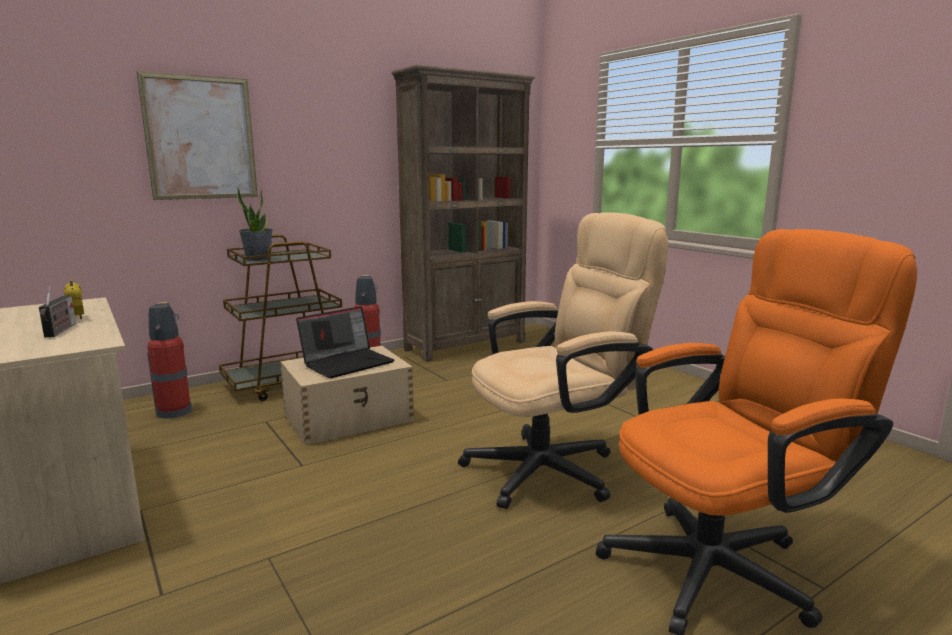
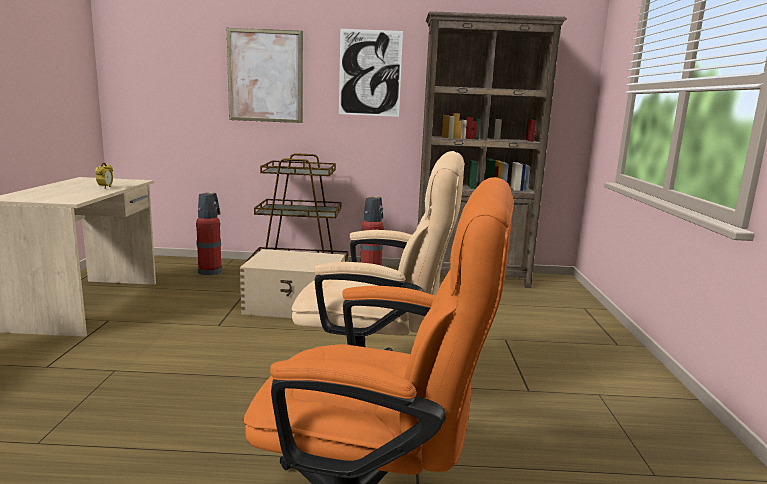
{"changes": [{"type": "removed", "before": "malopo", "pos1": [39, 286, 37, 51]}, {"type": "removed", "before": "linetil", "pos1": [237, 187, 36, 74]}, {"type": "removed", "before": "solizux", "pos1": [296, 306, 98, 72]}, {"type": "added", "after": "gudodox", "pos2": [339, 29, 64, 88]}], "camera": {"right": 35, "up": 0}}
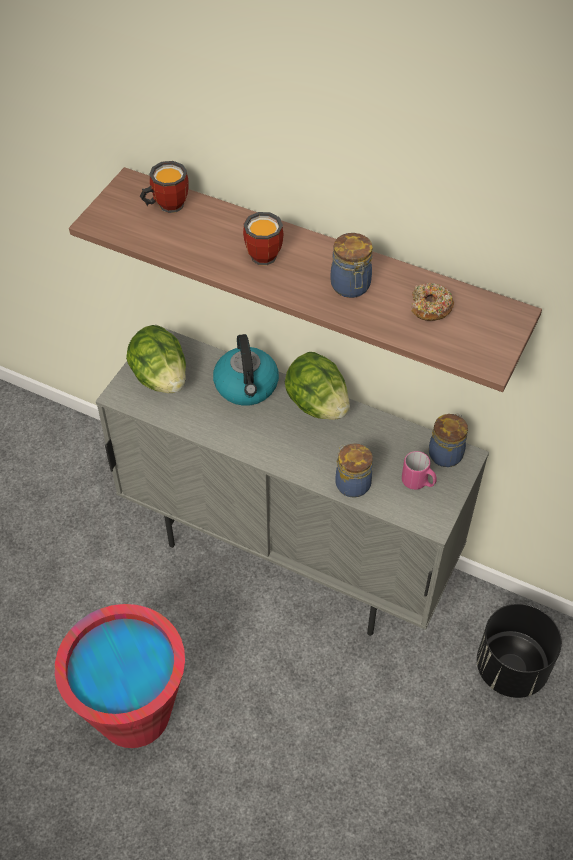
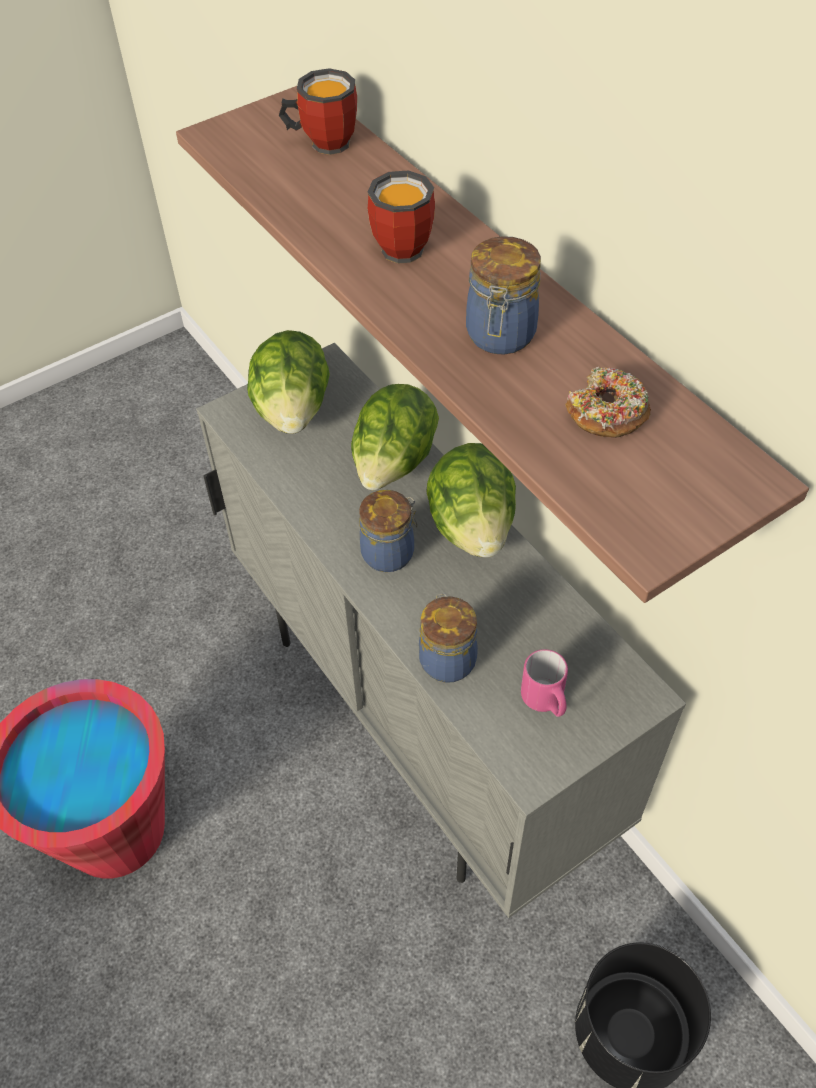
{"changes": [{"type": "moved", "before": "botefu", "pos1": [429, 414, 39, 53], "pos2": [359, 490, 58, 82]}, {"type": "replaced", "before": "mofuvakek", "after": "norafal", "pos1": [213, 334, 66, 72], "pos2": [351, 384, 88, 106]}], "camera": {"right": 30, "up": 0}}
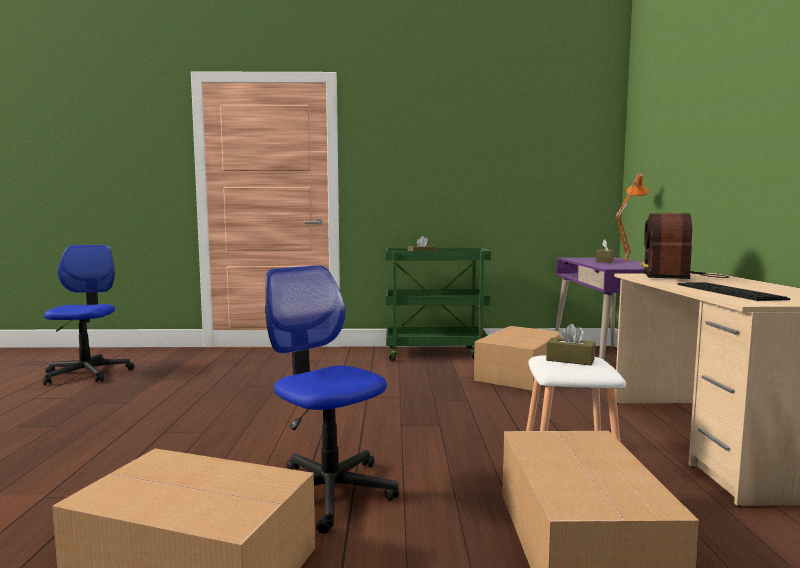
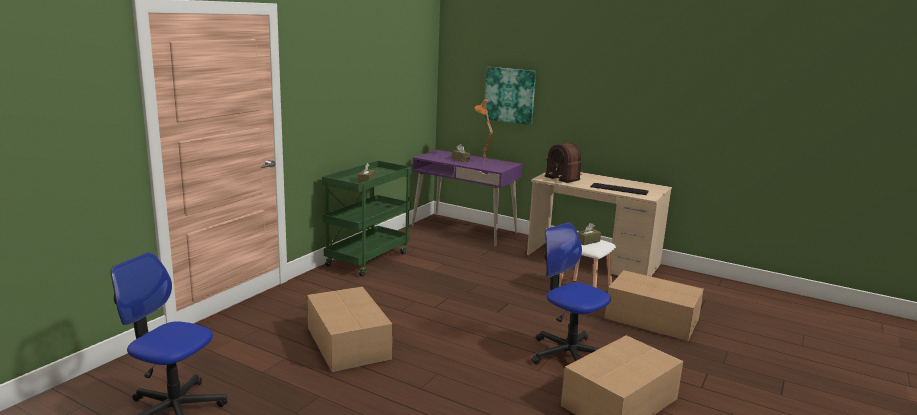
{"changes": [{"type": "added", "after": "gudodox", "pos2": [484, 67, 52, 58]}, {"type": "moved", "before": "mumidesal", "pos1": [474, 326, 88, 65], "pos2": [307, 287, 85, 85]}, {"type": "turned", "before": "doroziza", "pos1": [265, 265, 134, 269], "pos2": [531, 222, 80, 143], "turn": 60}], "camera": {"right": -60, "up": 10}}
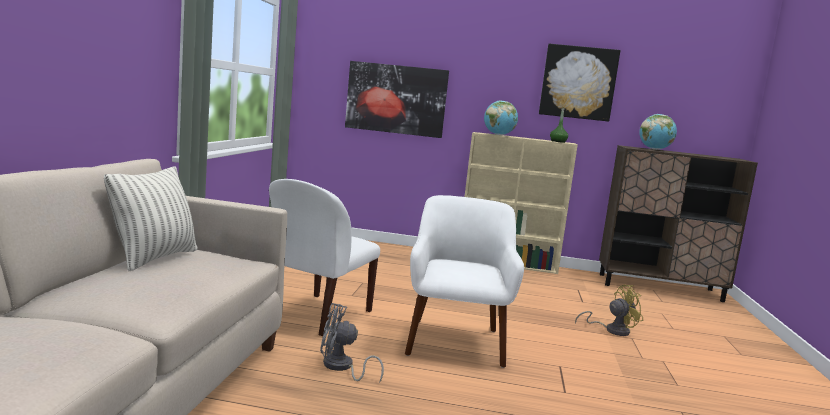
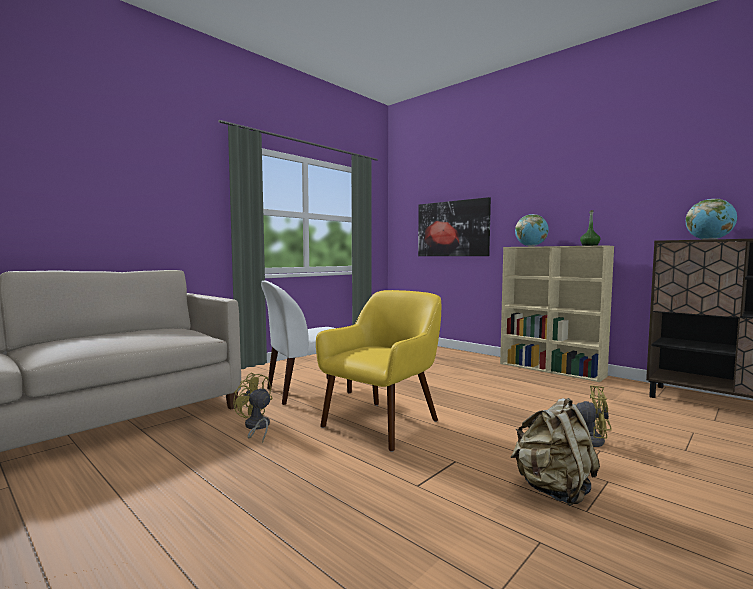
{"changes": [{"type": "removed", "before": "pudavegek", "pos1": [104, 167, 94, 104]}, {"type": "removed", "before": "gudodox", "pos1": [539, 44, 81, 78]}, {"type": "added", "after": "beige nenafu", "pos2": [510, 398, 90, 108]}, {"type": "recoloured", "before": "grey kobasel", "after": "yellow kobasel", "pos1": [320, 303, 64, 79], "pos2": [233, 373, 39, 70]}, {"type": "recoloured", "before": "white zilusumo", "after": "yellow zilusumo", "pos1": [405, 195, 119, 173], "pos2": [316, 290, 125, 162]}], "camera": {"right": 35, "up": -5}}
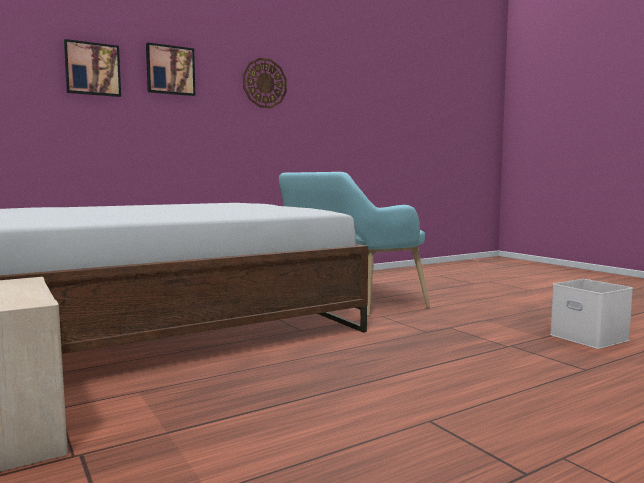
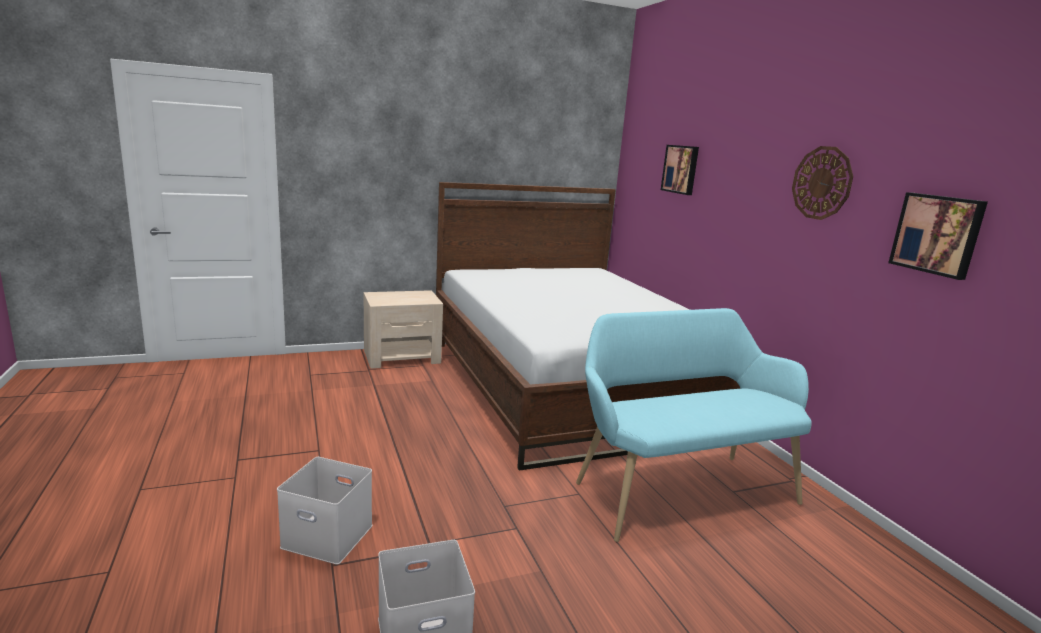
{"changes": [{"type": "added", "after": "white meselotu", "pos2": [277, 457, 96, 107]}, {"type": "moved", "before": "gudodox", "pos1": [146, 42, 49, 54], "pos2": [888, 192, 100, 88]}], "camera": {"right": 100, "up": 10}}
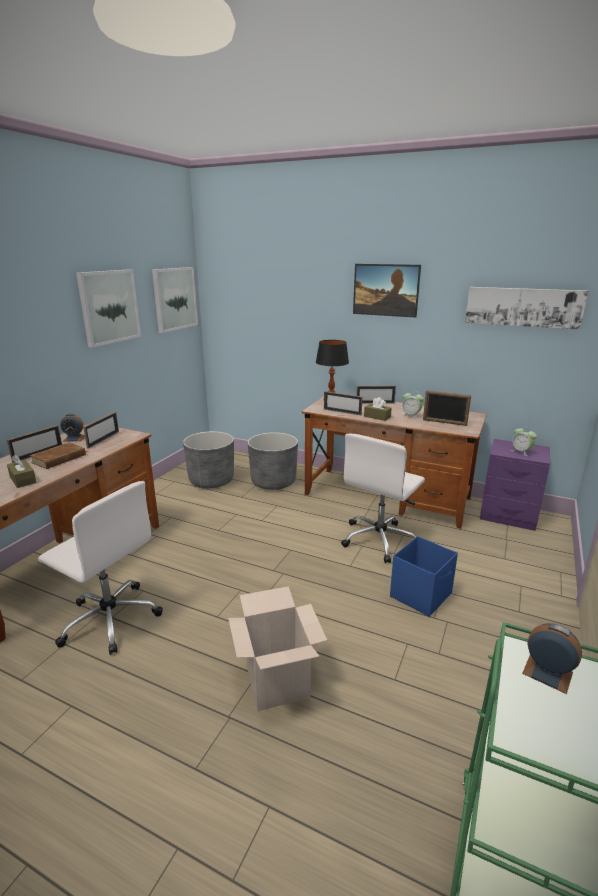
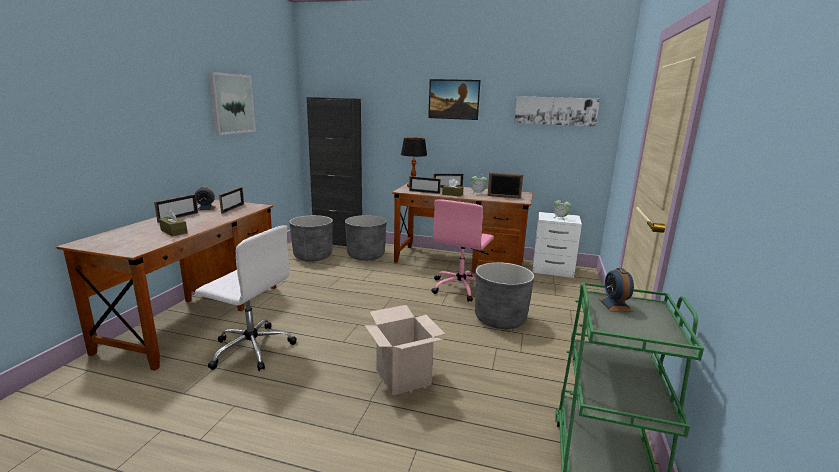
{"changes": [{"type": "removed", "before": "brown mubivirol", "pos1": [29, 442, 60, 27]}, {"type": "removed", "before": "gudodox", "pos1": [152, 267, 46, 66]}, {"type": "added", "after": "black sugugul", "pos2": [307, 97, 55, 149]}, {"type": "replaced", "before": "blue meselotu", "after": "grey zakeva", "pos1": [390, 536, 68, 81], "pos2": [475, 262, 59, 67]}, {"type": "recoloured", "before": "white doroziza", "after": "pink doroziza", "pos1": [341, 434, 84, 129], "pos2": [432, 199, 62, 103]}, {"type": "recoloured", "before": "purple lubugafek", "after": "white lubugafek", "pos1": [480, 439, 70, 92], "pos2": [532, 212, 50, 66]}, {"type": "turned", "before": "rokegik", "pos1": [522, 623, 60, 71], "pos2": [599, 268, 35, 44], "turn": -120}], "camera": {"right": -10, "up": -5}}
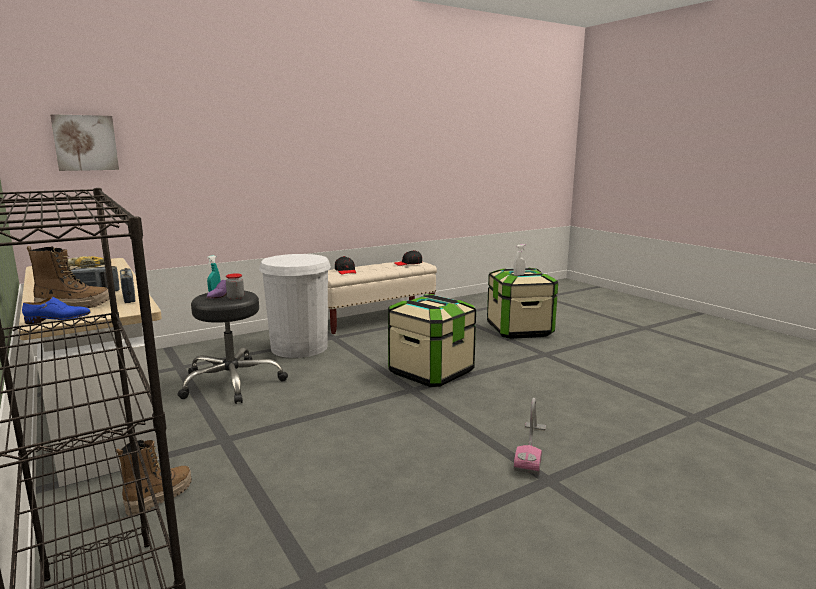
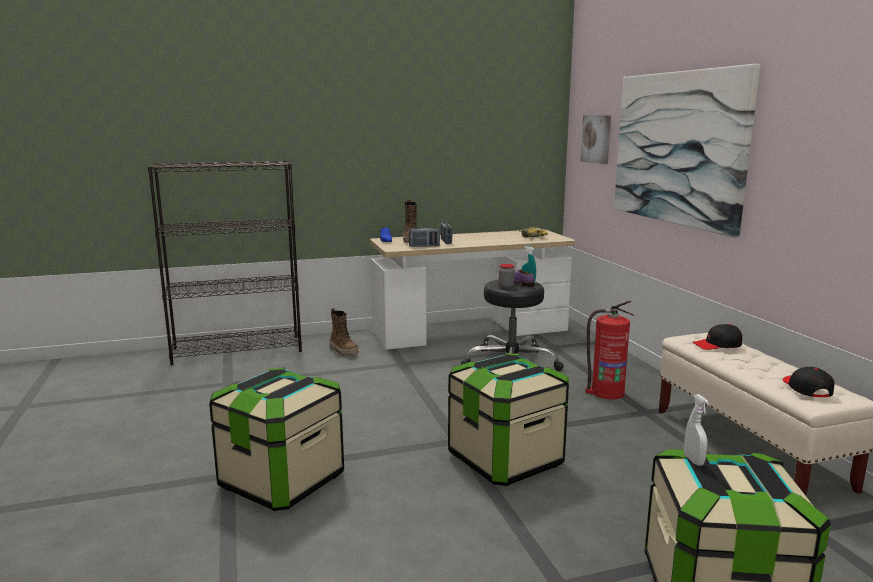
{"changes": [{"type": "added", "after": "gudodox", "pos2": [614, 64, 146, 174]}, {"type": "replaced", "before": "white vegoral", "after": "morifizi", "pos1": [259, 254, 72, 104], "pos2": [585, 300, 49, 99]}, {"type": "replaced", "before": "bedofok", "after": "meselotu", "pos1": [514, 398, 32, 77], "pos2": [209, 368, 135, 143]}], "camera": {"right": 105, "up": 0}}
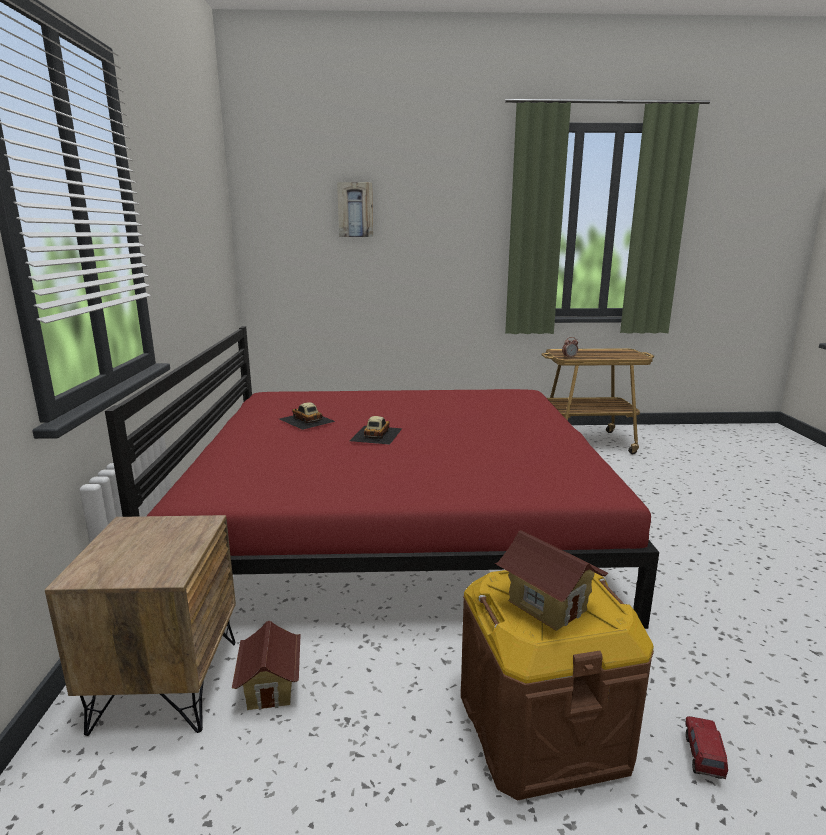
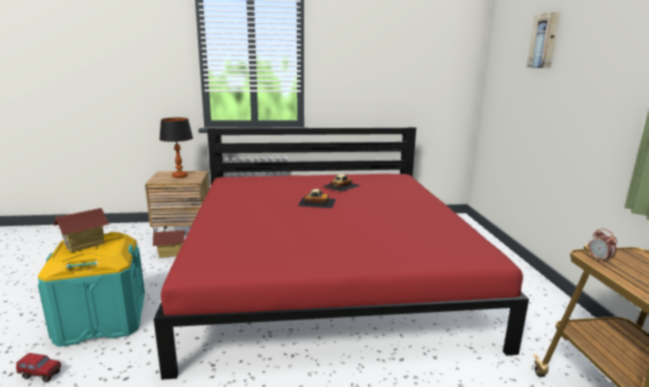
{"changes": [{"type": "added", "after": "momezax", "pos2": [159, 118, 34, 60]}, {"type": "recoloured", "before": "brown meselotu", "after": "turquoise meselotu", "pos1": [461, 570, 193, 230], "pos2": [38, 232, 107, 115]}], "camera": {"right": 85, "up": 0}}
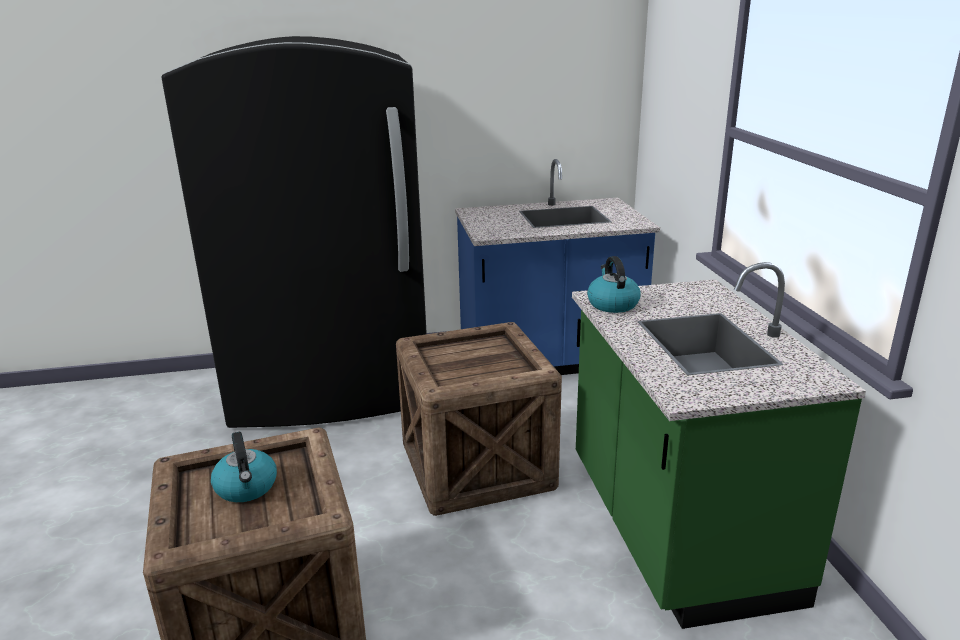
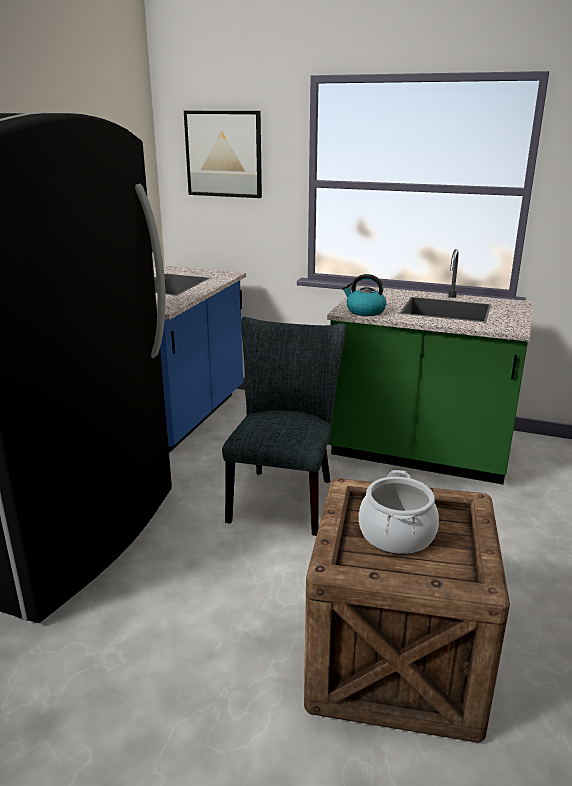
{"changes": [{"type": "added", "after": "gudodox", "pos2": [184, 111, 78, 87]}, {"type": "replaced", "before": "mofuvakek", "after": "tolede", "pos1": [211, 432, 66, 70], "pos2": [359, 470, 80, 85]}, {"type": "replaced", "before": "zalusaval", "after": "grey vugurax", "pos1": [396, 322, 166, 194], "pos2": [222, 317, 124, 219]}], "camera": {"right": -60, "up": 0}}
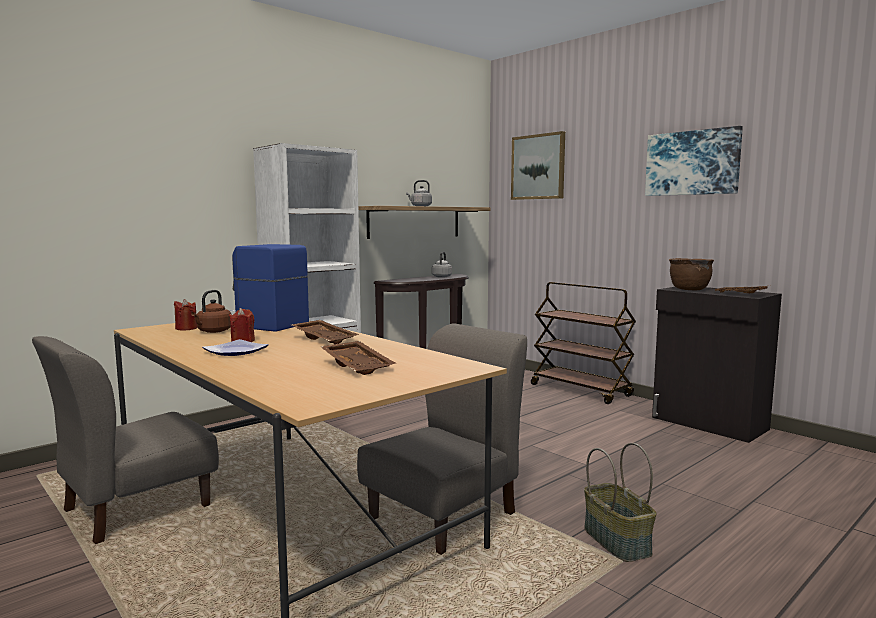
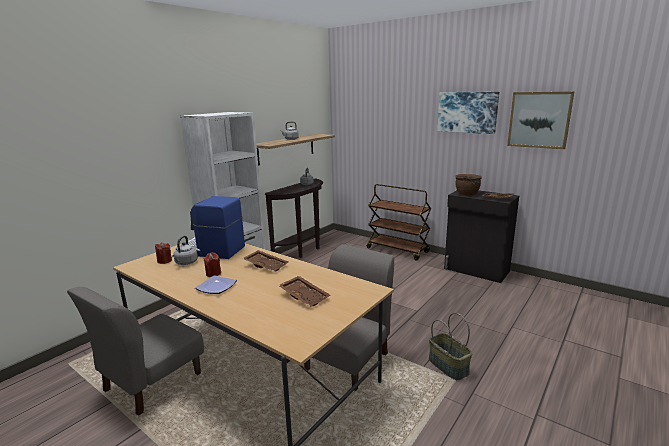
{"changes": [{"type": "moved", "before": "gudodox", "pos1": [511, 131, 54, 69], "pos2": [507, 91, 68, 58]}, {"type": "recoloured", "before": "brown mofuvakek", "after": "grey mofuvakek", "pos1": [191, 290, 41, 43], "pos2": [172, 236, 26, 29]}], "camera": {"right": -10, "up": 10}}
